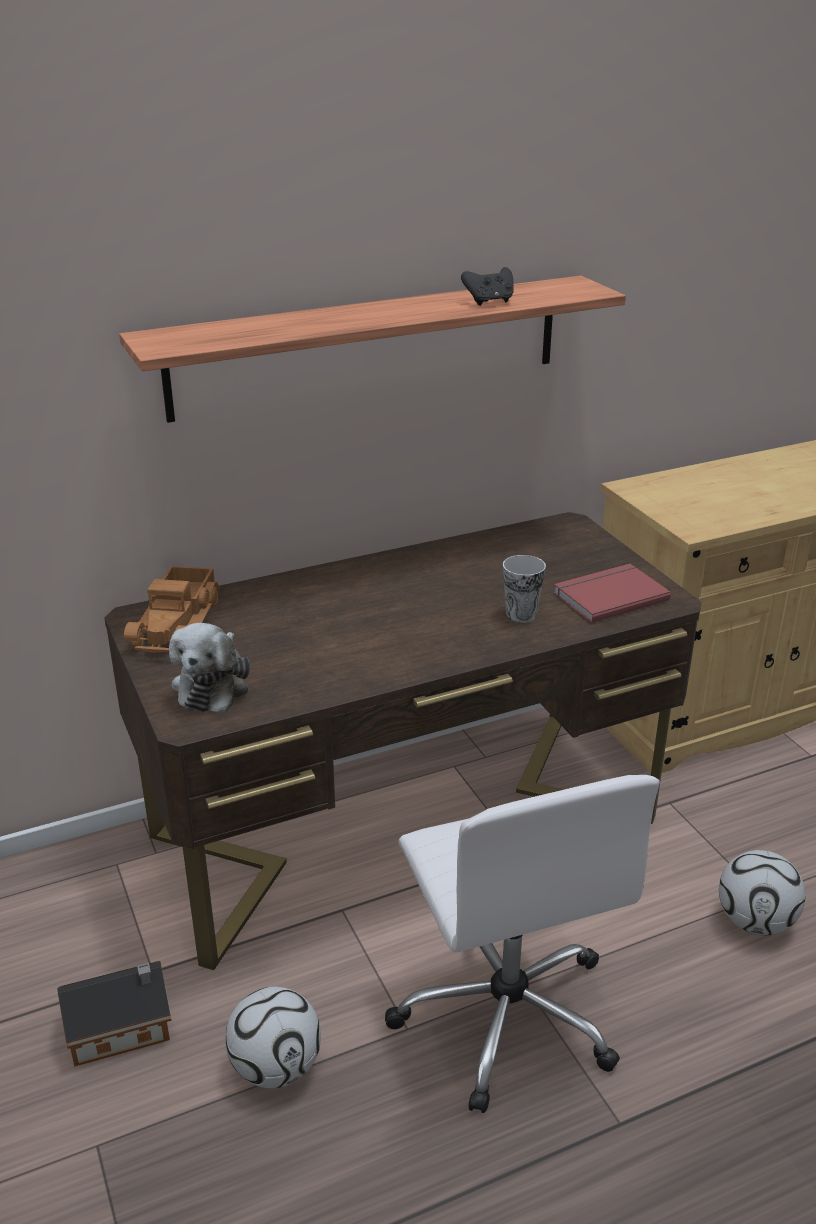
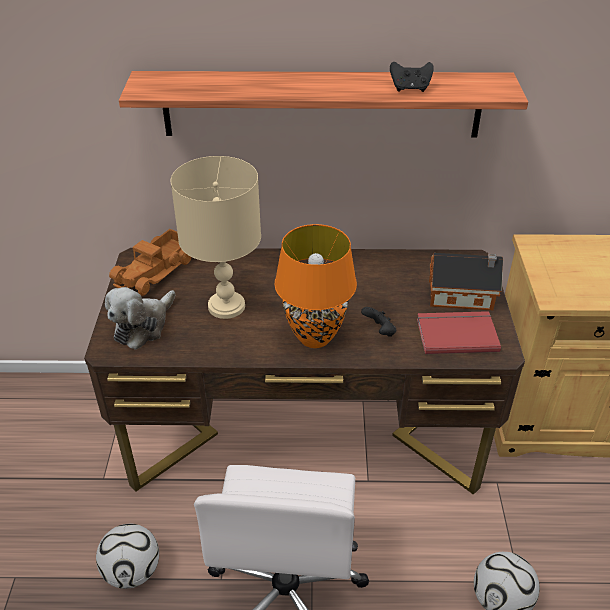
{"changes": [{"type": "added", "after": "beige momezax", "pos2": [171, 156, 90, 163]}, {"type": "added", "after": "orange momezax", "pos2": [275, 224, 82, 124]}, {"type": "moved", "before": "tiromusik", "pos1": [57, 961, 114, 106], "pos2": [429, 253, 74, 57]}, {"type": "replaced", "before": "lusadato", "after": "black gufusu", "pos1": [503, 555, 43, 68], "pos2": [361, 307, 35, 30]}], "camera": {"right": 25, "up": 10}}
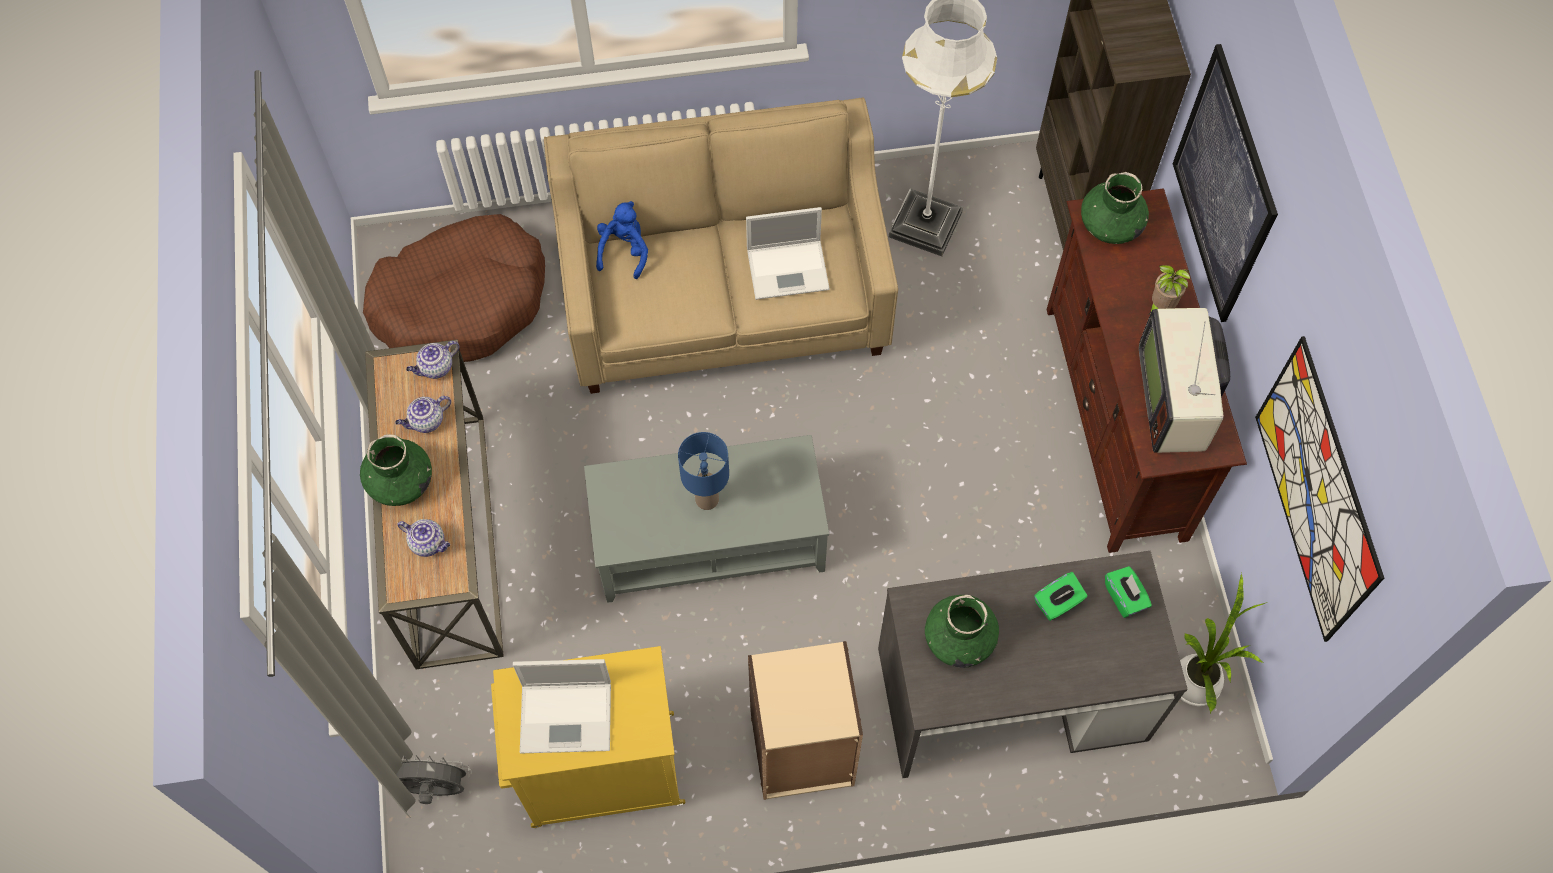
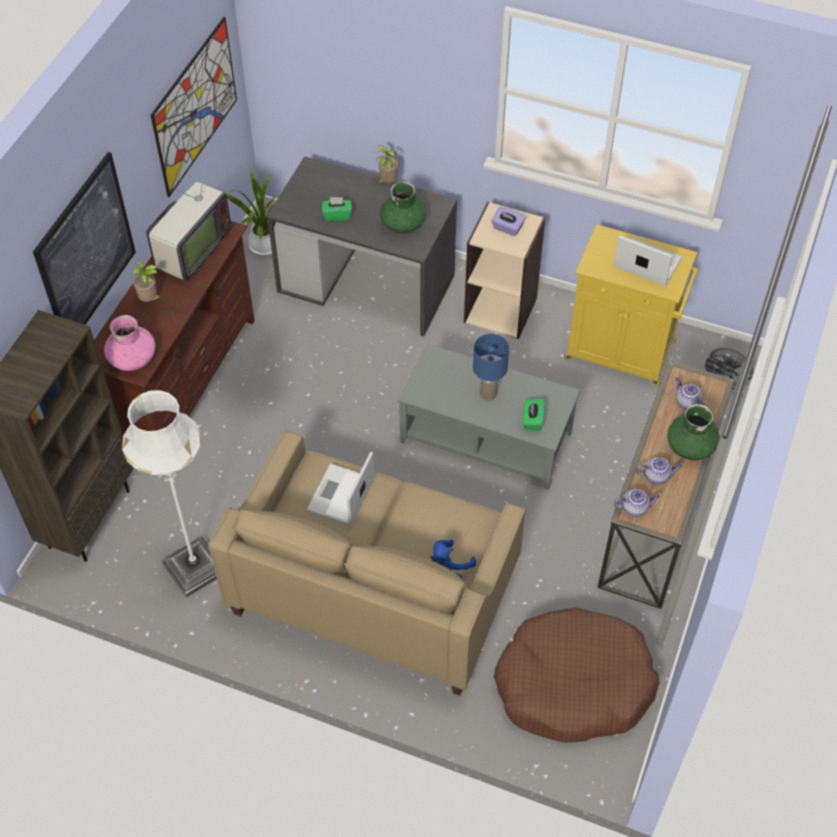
{"changes": [{"type": "added", "after": "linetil", "pos2": [376, 145, 22, 40]}, {"type": "added", "after": "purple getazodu", "pos2": [491, 207, 34, 29]}, {"type": "moved", "before": "green getazodu", "pos1": [1105, 566, 47, 52], "pos2": [523, 399, 22, 32]}, {"type": "recoloured", "before": "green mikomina", "after": "pink mikomina", "pos1": [1081, 172, 68, 72], "pos2": [104, 315, 51, 56]}, {"type": "turned", "before": "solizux", "pos1": [746, 207, 84, 93], "pos2": [306, 452, 68, 73], "turn": -90}], "camera": {"right": -150, "up": -10}}
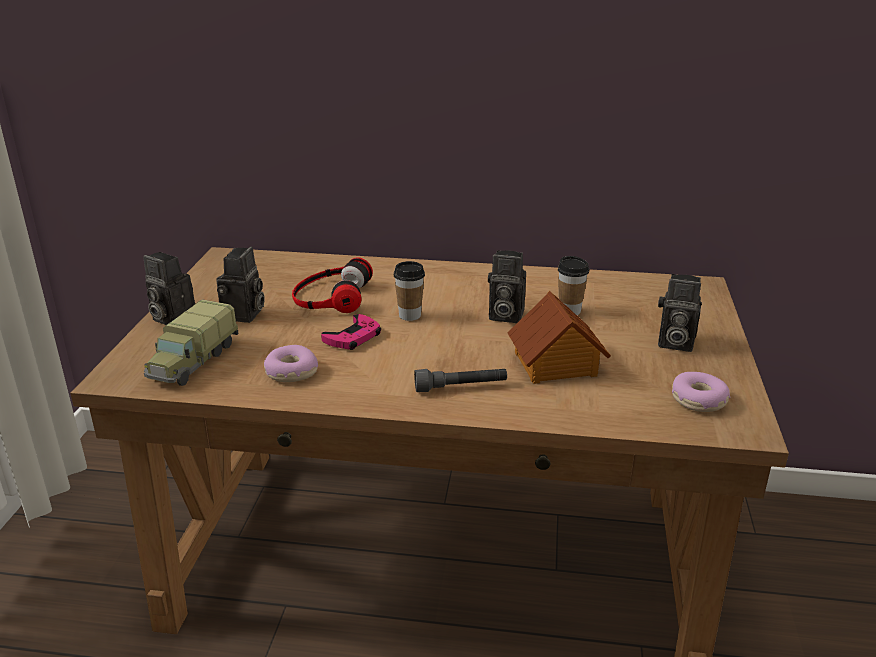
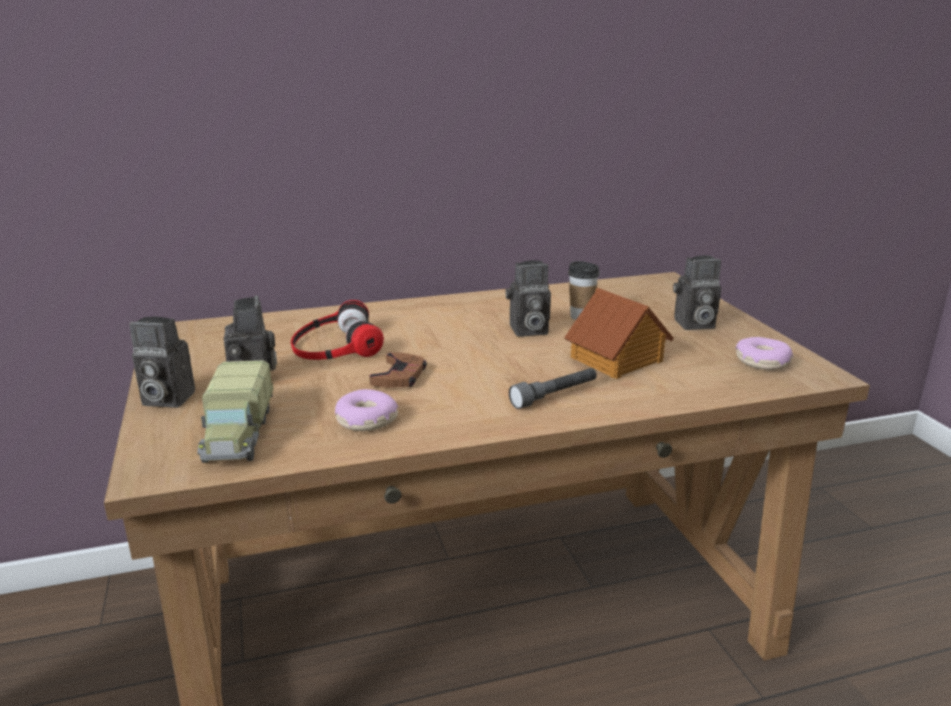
{"changes": [{"type": "removed", "before": "lusadato", "pos1": [393, 261, 32, 60]}, {"type": "recoloured", "before": "pink gufusu", "after": "brown gufusu", "pos1": [321, 314, 60, 36], "pos2": [369, 352, 58, 36]}], "camera": {"right": -25, "up": -5}}
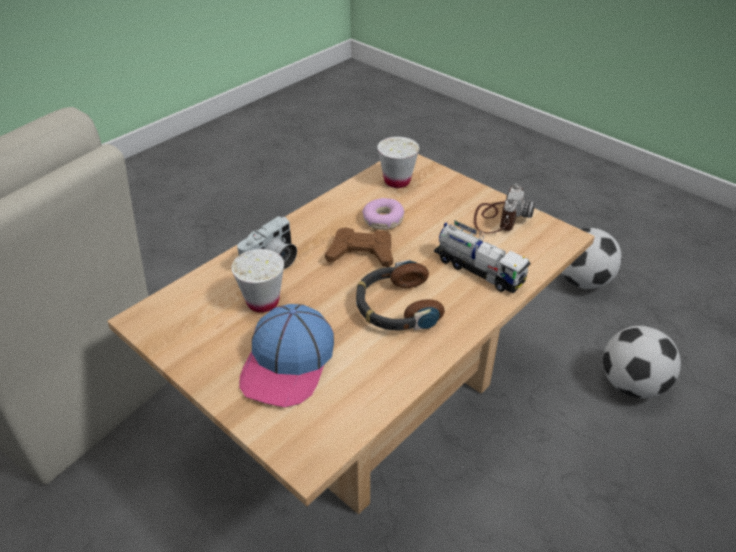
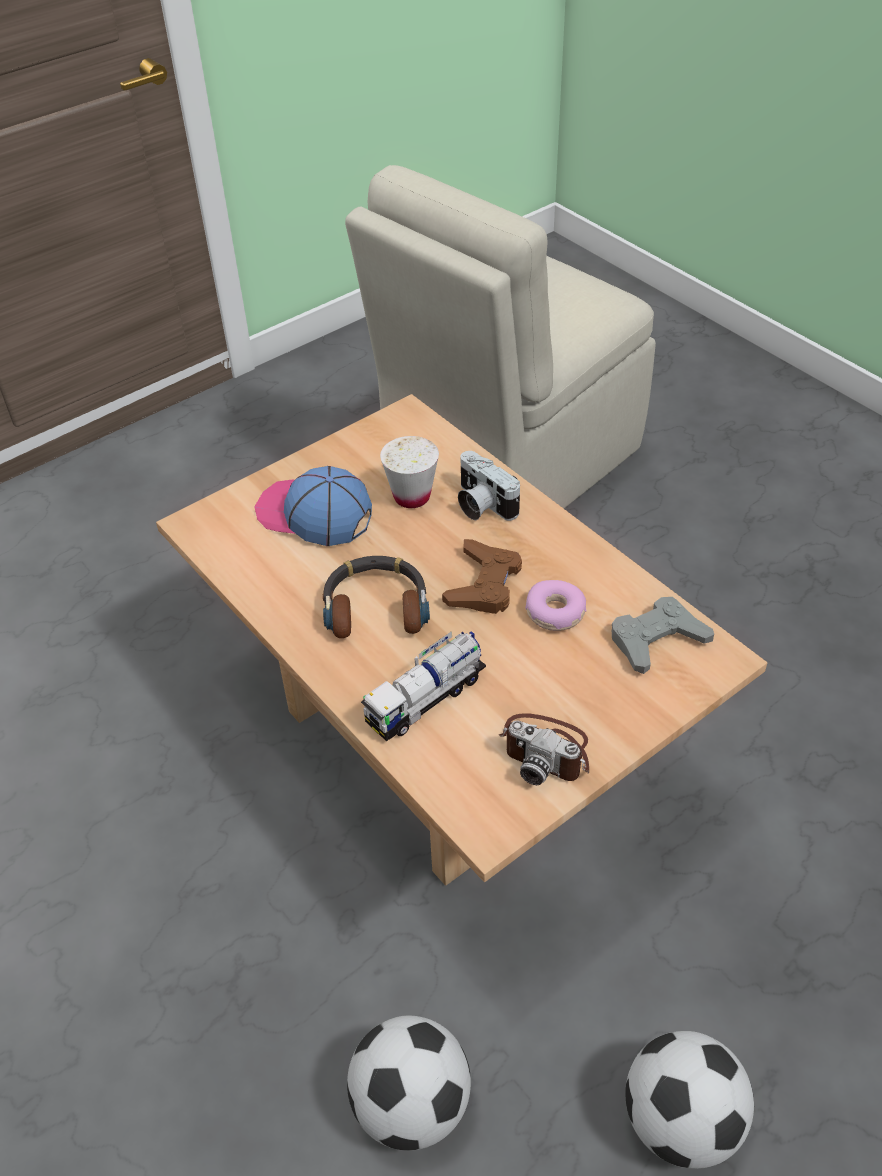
{"changes": [{"type": "replaced", "before": "white lusadato", "after": "grey gufusu", "pos1": [377, 137, 42, 51], "pos2": [612, 597, 102, 77]}], "camera": {"right": 100, "up": 5}}
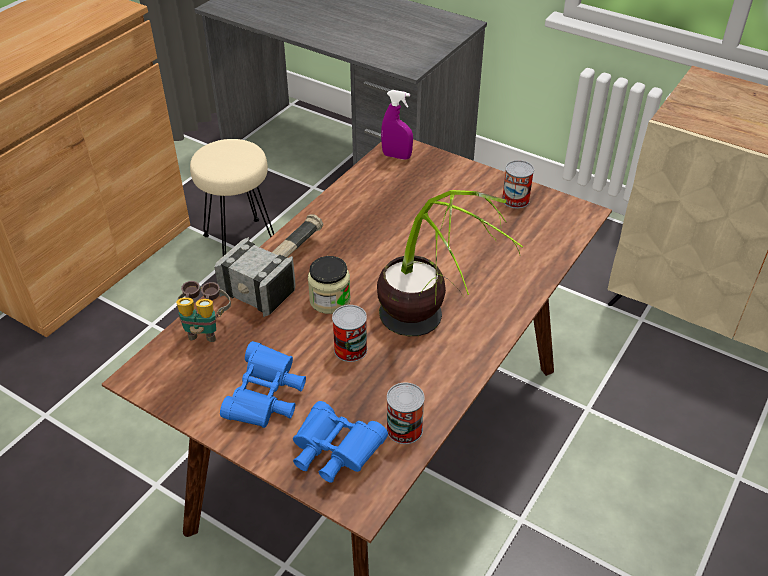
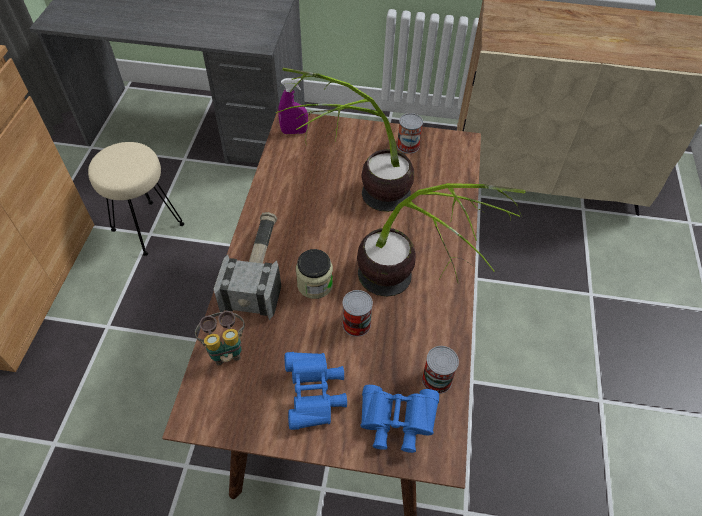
{"changes": [{"type": "added", "after": "linetil", "pos2": [276, 68, 138, 144]}], "camera": {"right": -25, "up": 10}}
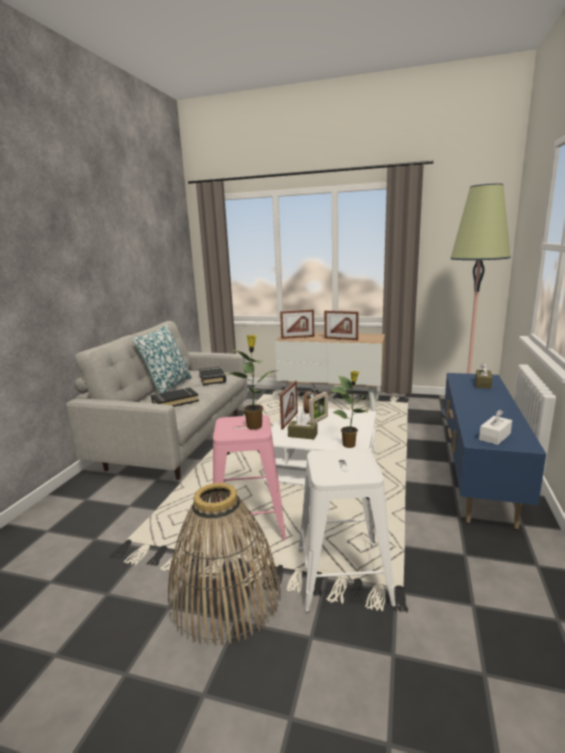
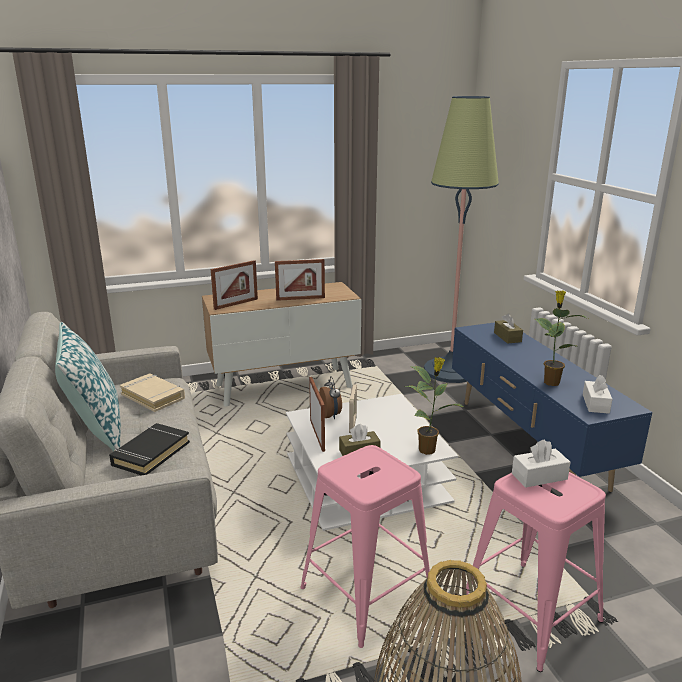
{"changes": [{"type": "added", "after": "white getazodu", "pos2": [512, 439, 58, 49]}, {"type": "moved", "before": "linetil", "pos1": [226, 335, 53, 95], "pos2": [535, 290, 53, 96]}, {"type": "recoloured", "before": "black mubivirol", "after": "beige mubivirol", "pos1": [199, 367, 27, 18], "pos2": [120, 373, 65, 39]}, {"type": "recoloured", "before": "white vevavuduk", "after": "pink vevavuduk", "pos1": [299, 448, 97, 165], "pos2": [466, 472, 140, 200]}], "camera": {"right": -35, "up": 5}}
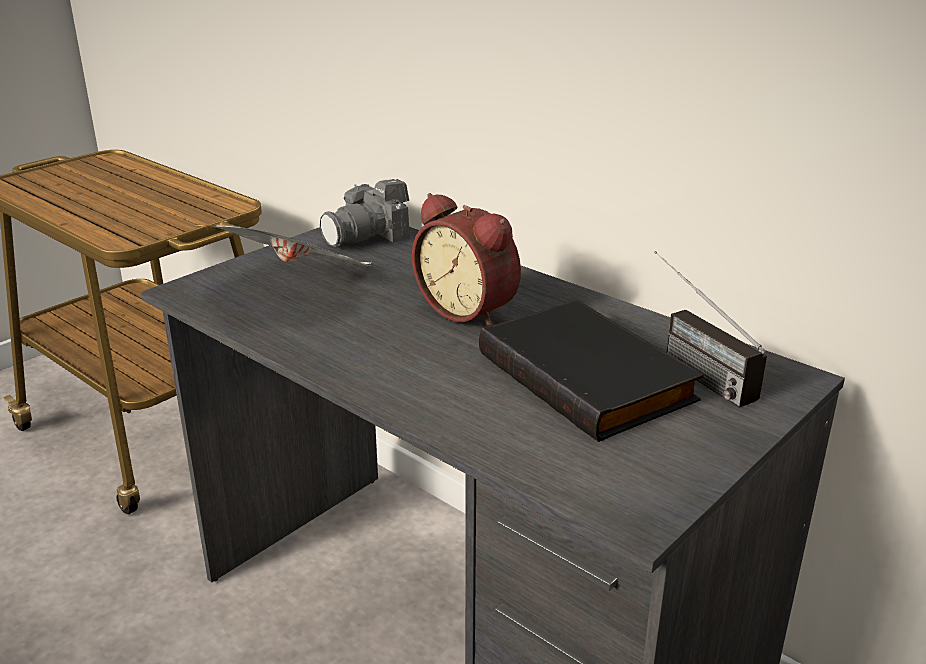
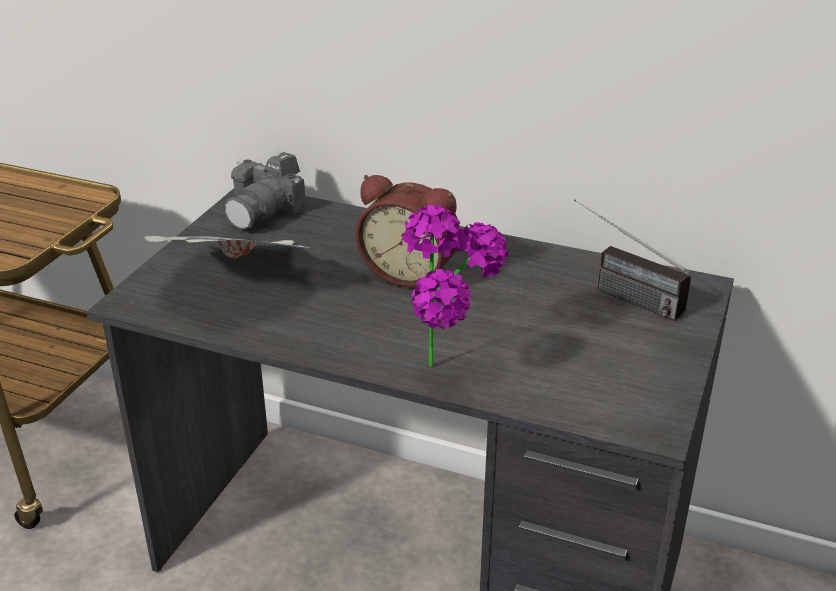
{"changes": [{"type": "removed", "before": "black mubivirol", "pos1": [479, 300, 225, 142]}, {"type": "added", "after": "linetil", "pos2": [403, 205, 105, 162]}], "camera": {"right": -20, "up": 5}}
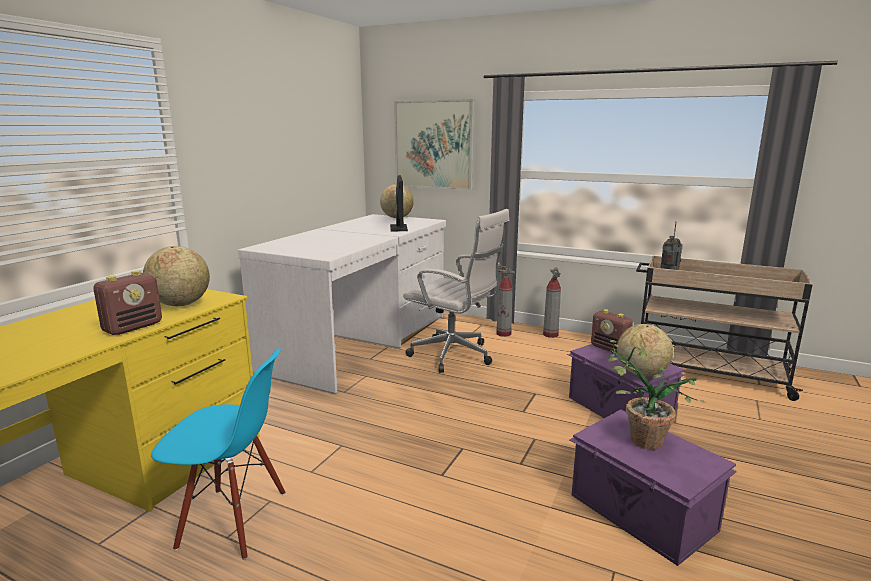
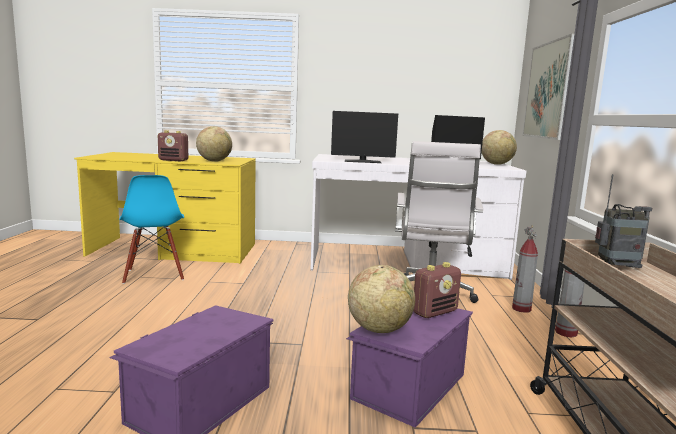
{"changes": [{"type": "removed", "before": "linetil", "pos1": [608, 340, 98, 109]}, {"type": "added", "after": "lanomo", "pos2": [331, 111, 67, 52]}, {"type": "turned", "before": "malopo", "pos1": [591, 309, 42, 43], "pos2": [413, 262, 48, 56], "turn": -150}], "camera": {"right": 65, "up": -5}}
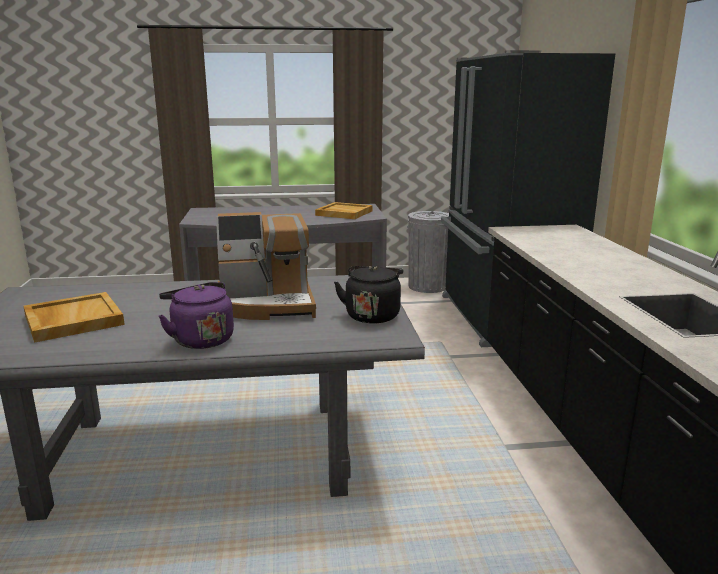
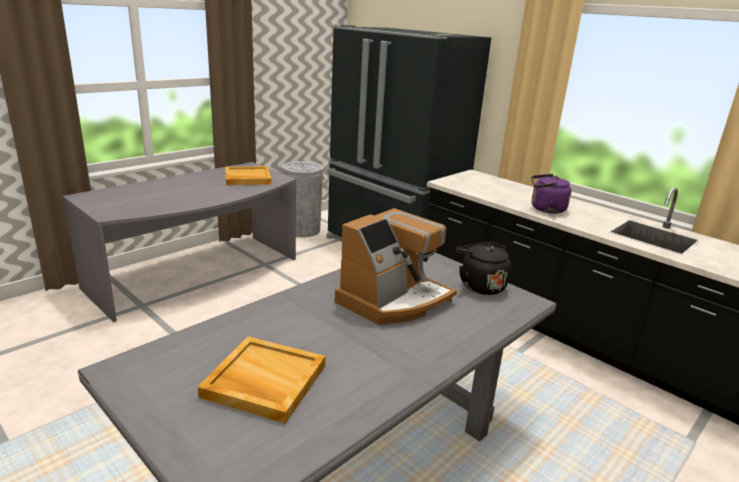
{"changes": [{"type": "moved", "before": "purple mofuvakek", "pos1": [159, 282, 75, 67], "pos2": [532, 174, 39, 40]}], "camera": {"right": -40, "up": 5}}
